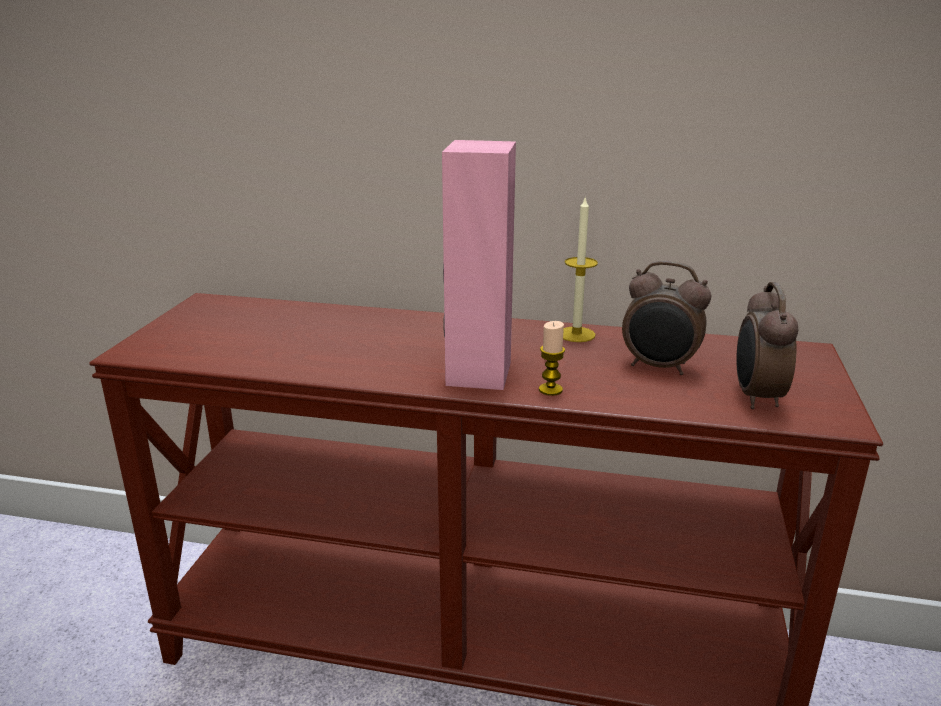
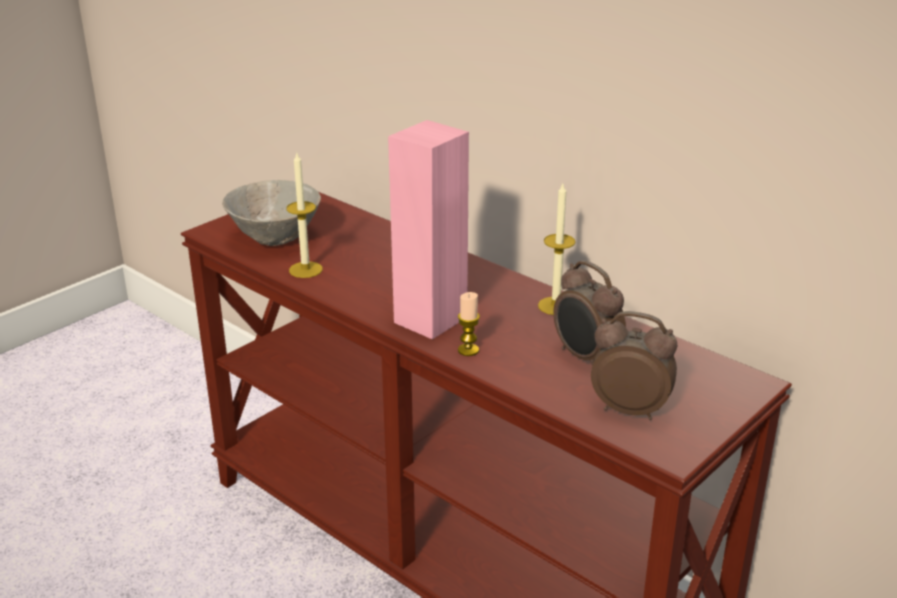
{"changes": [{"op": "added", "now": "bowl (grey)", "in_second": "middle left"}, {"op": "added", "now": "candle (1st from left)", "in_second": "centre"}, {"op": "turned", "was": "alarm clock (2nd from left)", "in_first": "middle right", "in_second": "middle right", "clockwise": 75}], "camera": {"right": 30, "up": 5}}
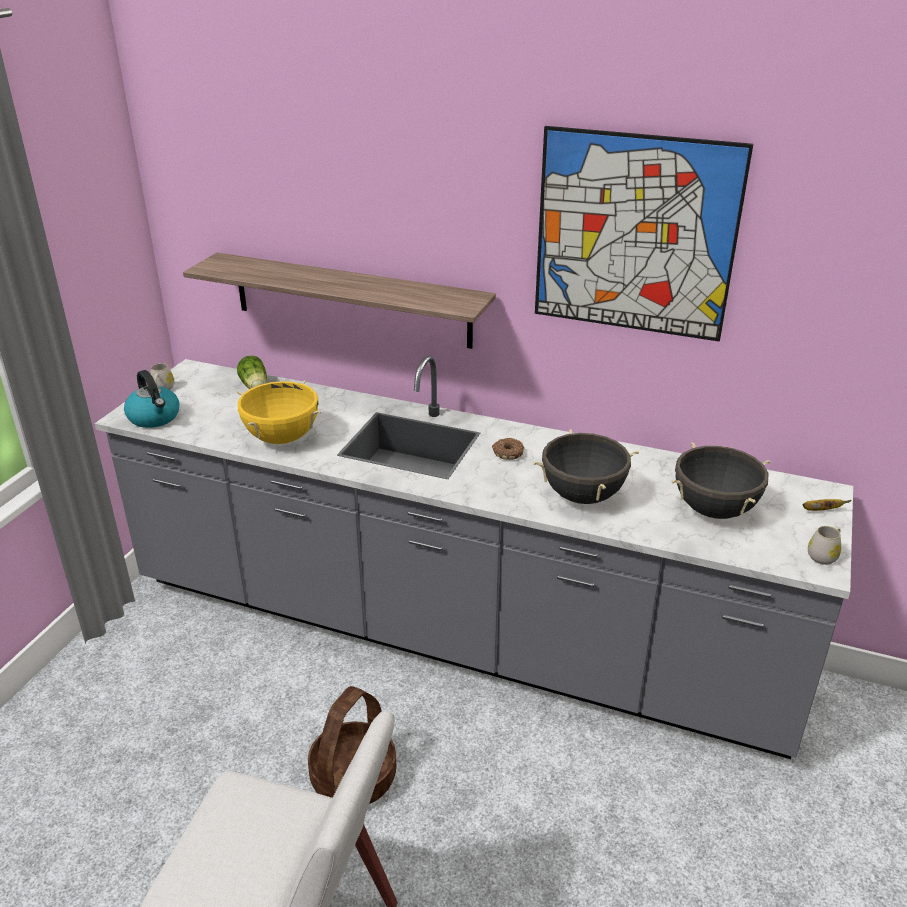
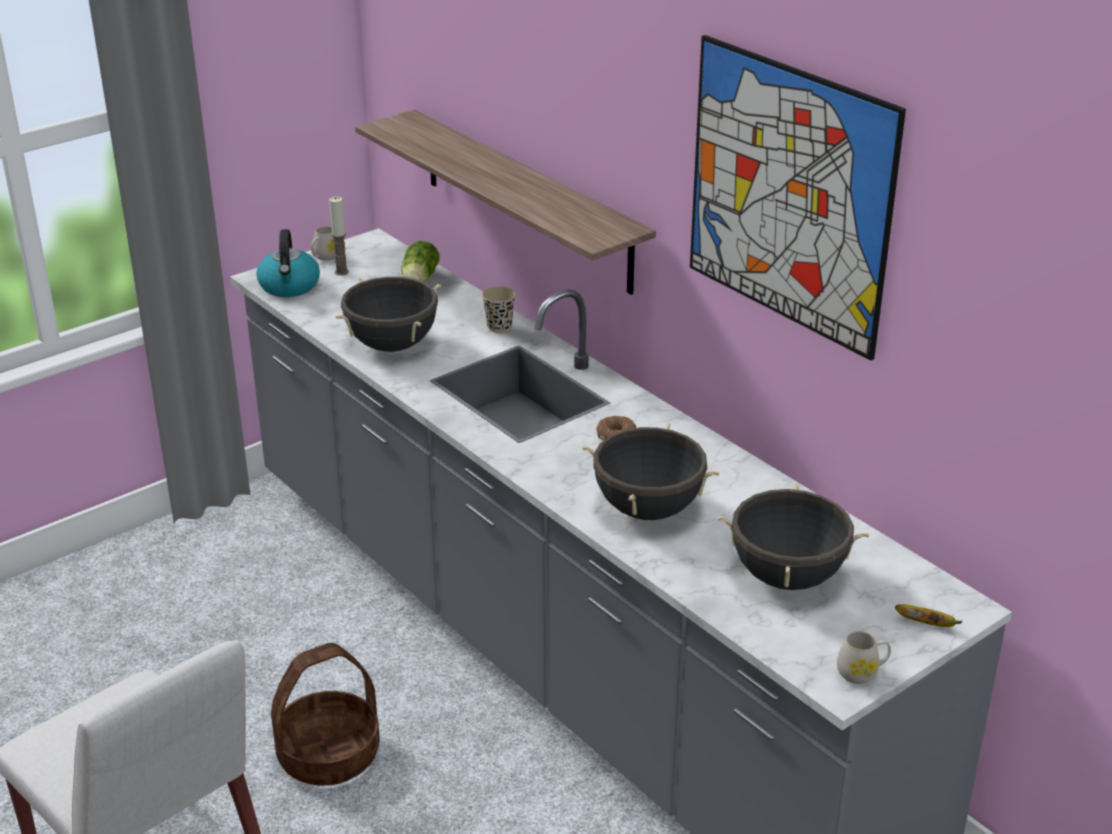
{"changes": [{"op": "added", "now": "candle", "in_second": "top left"}, {"op": "added", "now": "cup (beige)", "in_second": "centre"}, {"op": "recoloured", "was": "cooking pot (yellow)", "now": "cooking pot (black) (1st from left)", "in_first": "middle left", "in_second": "centre"}], "camera": {"right": 30, "up": 0}}
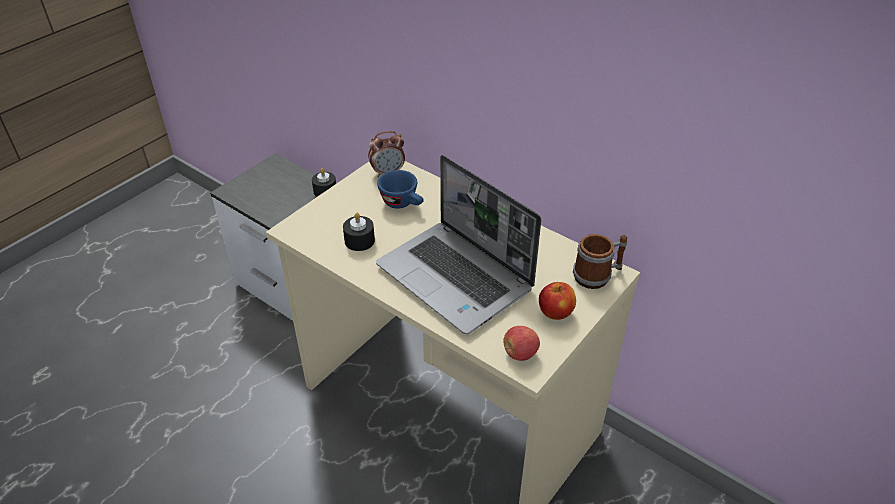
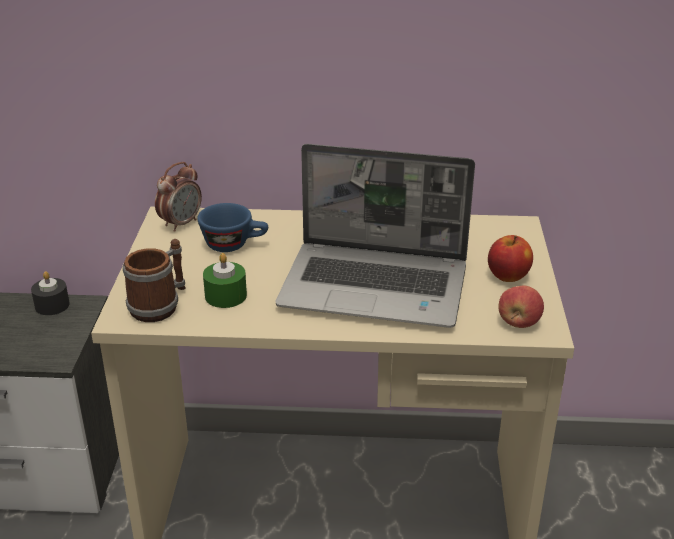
{"changes": [{"op": "moved", "was": "mug", "in_first": "middle right", "in_second": "middle left"}, {"op": "recoloured", "was": "candle (black) (2nd from left)", "now": "candle (green)", "in_first": "centre", "in_second": "centre"}], "camera": {"right": -35, "up": -10}}
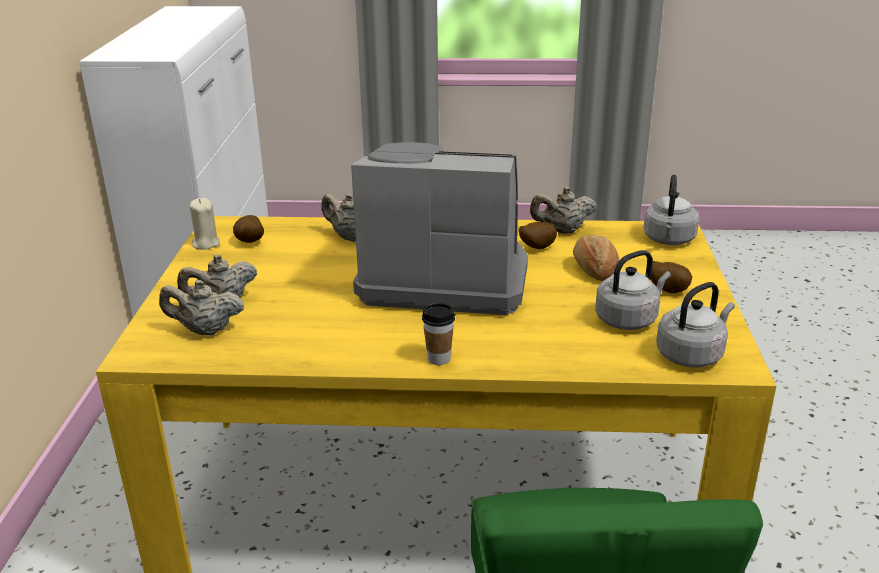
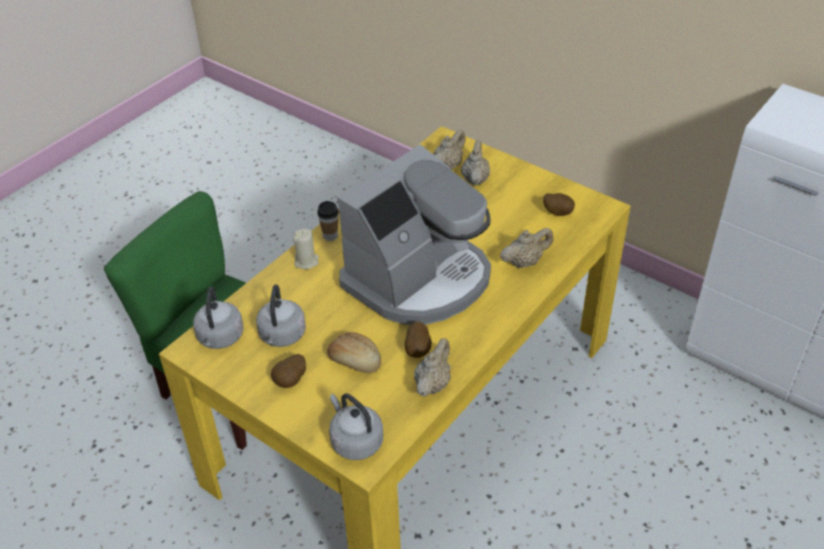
{"changes": [{"op": "moved", "was": "candle (beige)", "in_first": "middle left", "in_second": "centre"}], "camera": {"right": 125, "up": 15}}
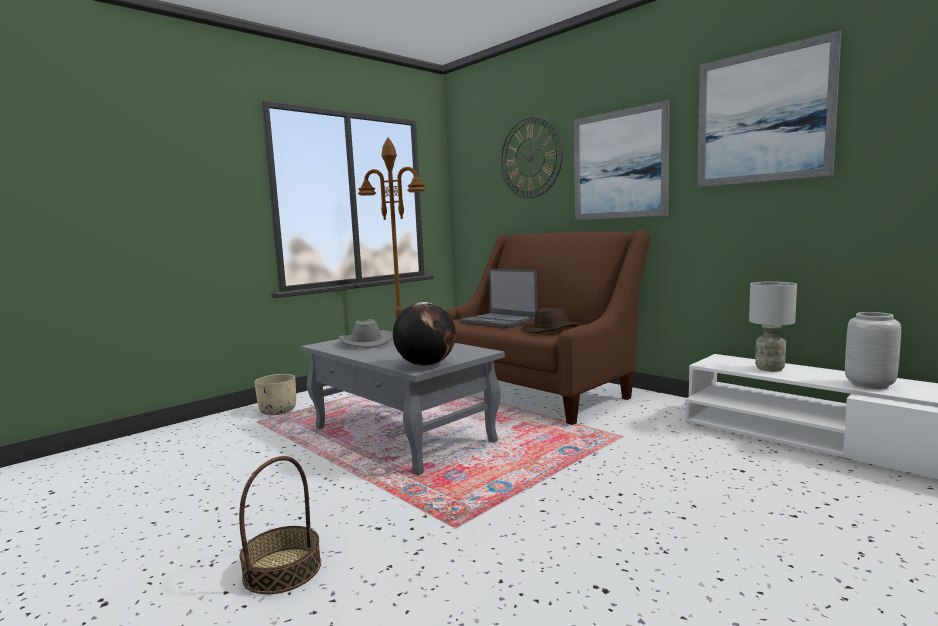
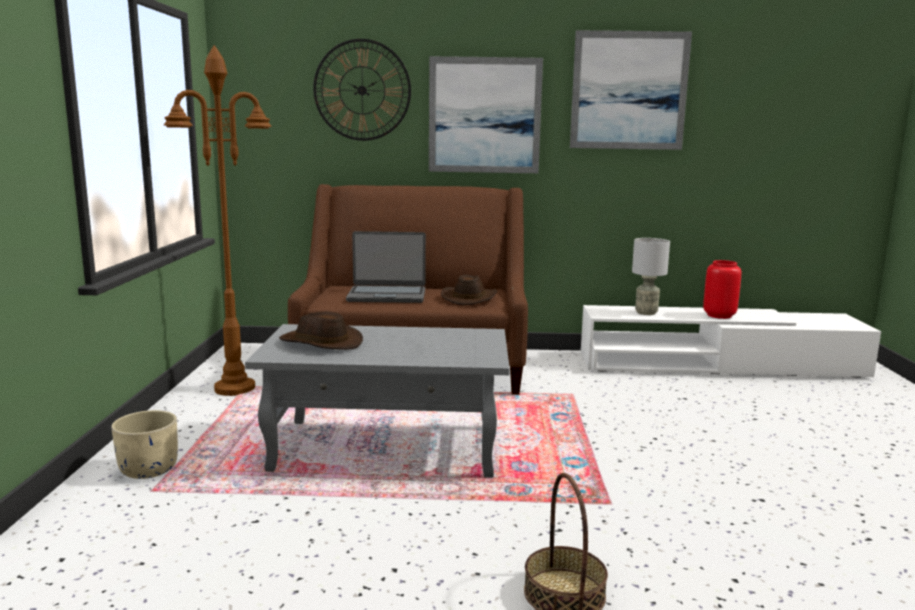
{"changes": [{"op": "removed", "was": "globe", "in_first": "centre"}, {"op": "recoloured", "was": "hat (grey)", "now": "hat (brown) (1st from left)", "in_first": "centre", "in_second": "centre"}, {"op": "recoloured", "was": "vase (grey)", "now": "vase (red)", "in_first": "middle right", "in_second": "middle right"}], "camera": {"right": -45, "up": 5}}
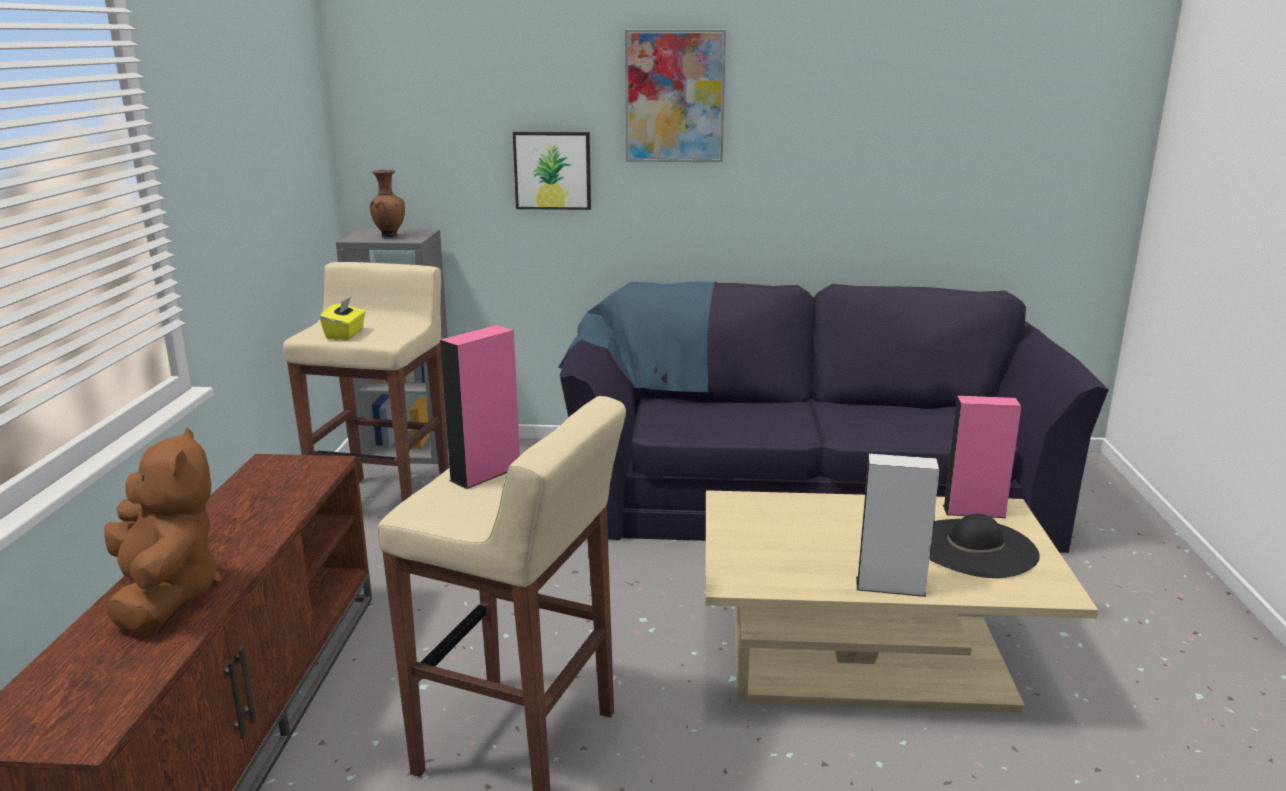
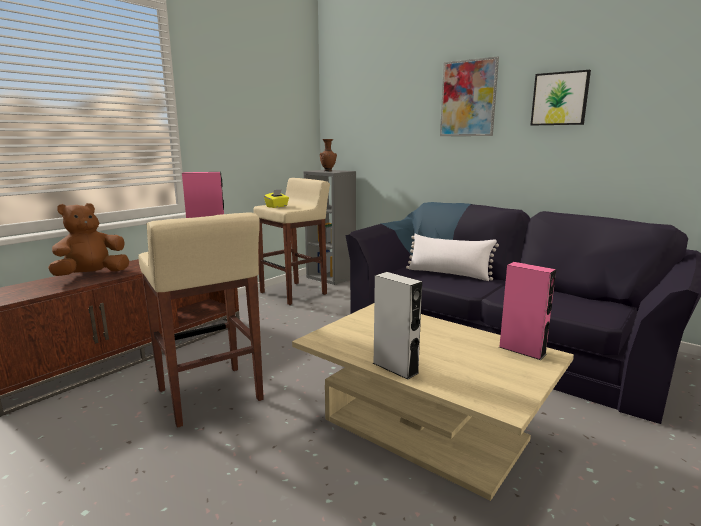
{"changes": [{"op": "removed", "was": "hat (black)", "in_first": "bottom right"}, {"op": "added", "now": "pillow (white)", "in_second": "centre"}, {"op": "moved", "was": "picture (1st from left in the first image)", "now": "picture (2nd from left)", "in_first": "top centre", "in_second": "top right"}, {"op": "turned", "was": "plush toy (brown)", "in_first": "bottom left", "in_second": "middle left", "clockwise": -150}], "camera": {"right": 35, "up": -5}}
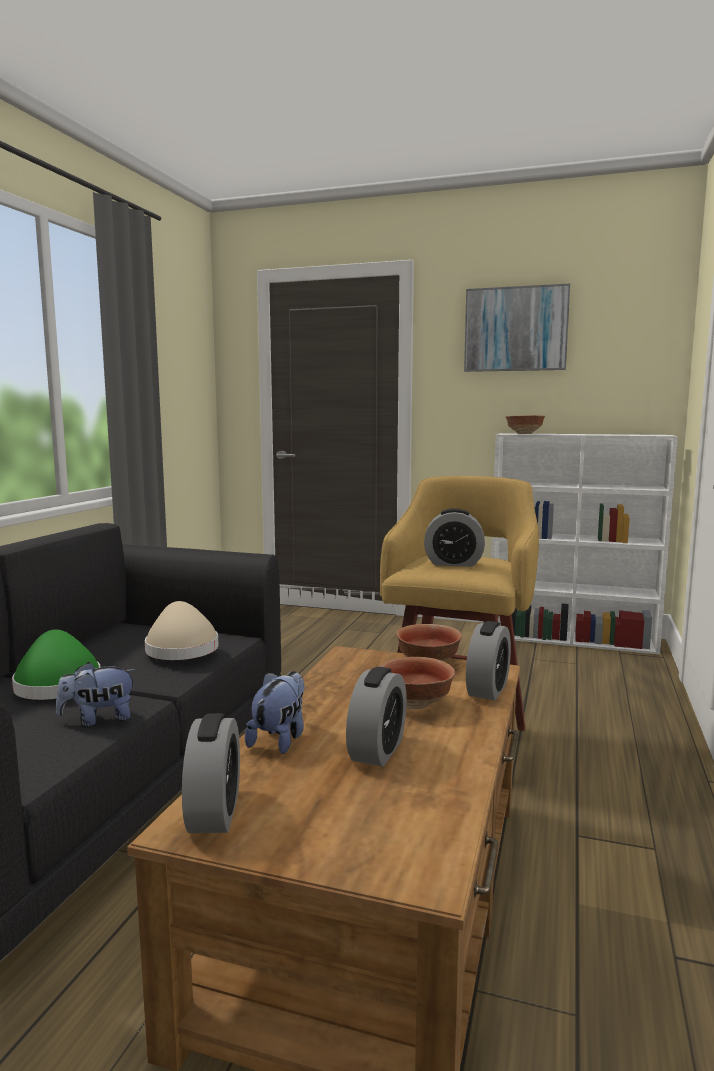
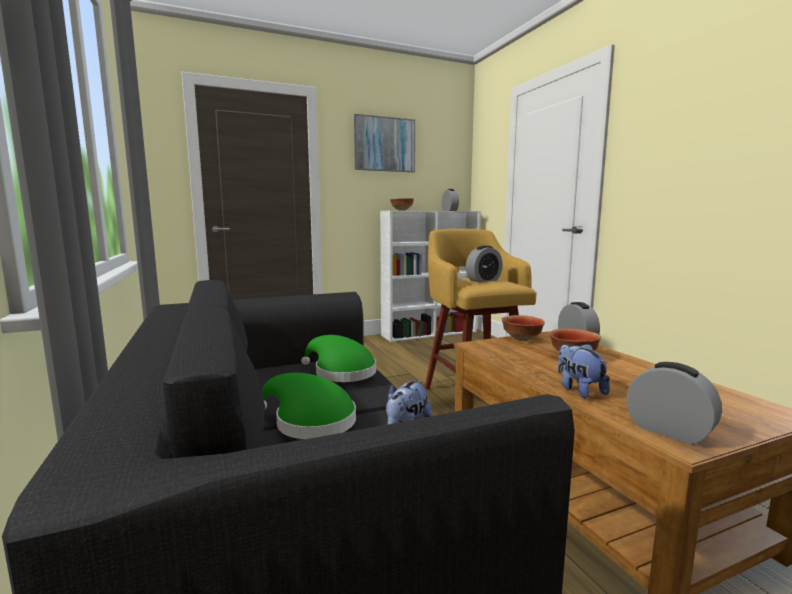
{"changes": [{"op": "moved", "was": "alarm clock (2nd from left in the first image)", "now": "alarm clock (1st from left)", "in_first": "bottom centre", "in_second": "centre"}, {"op": "recoloured", "was": "hat (beige)", "now": "hat (green) (2nd from left)", "in_first": "middle left", "in_second": "centre"}], "camera": {"right": -40, "up": 0}}
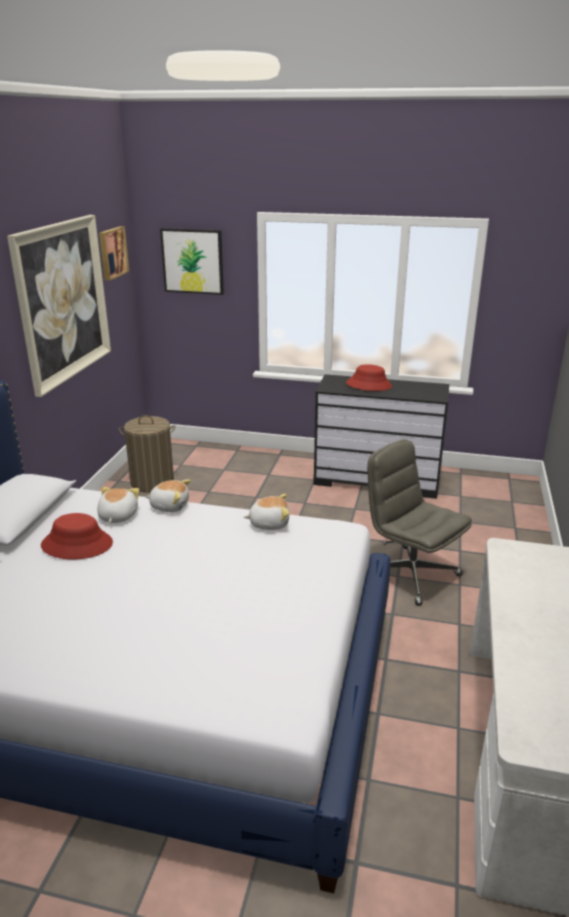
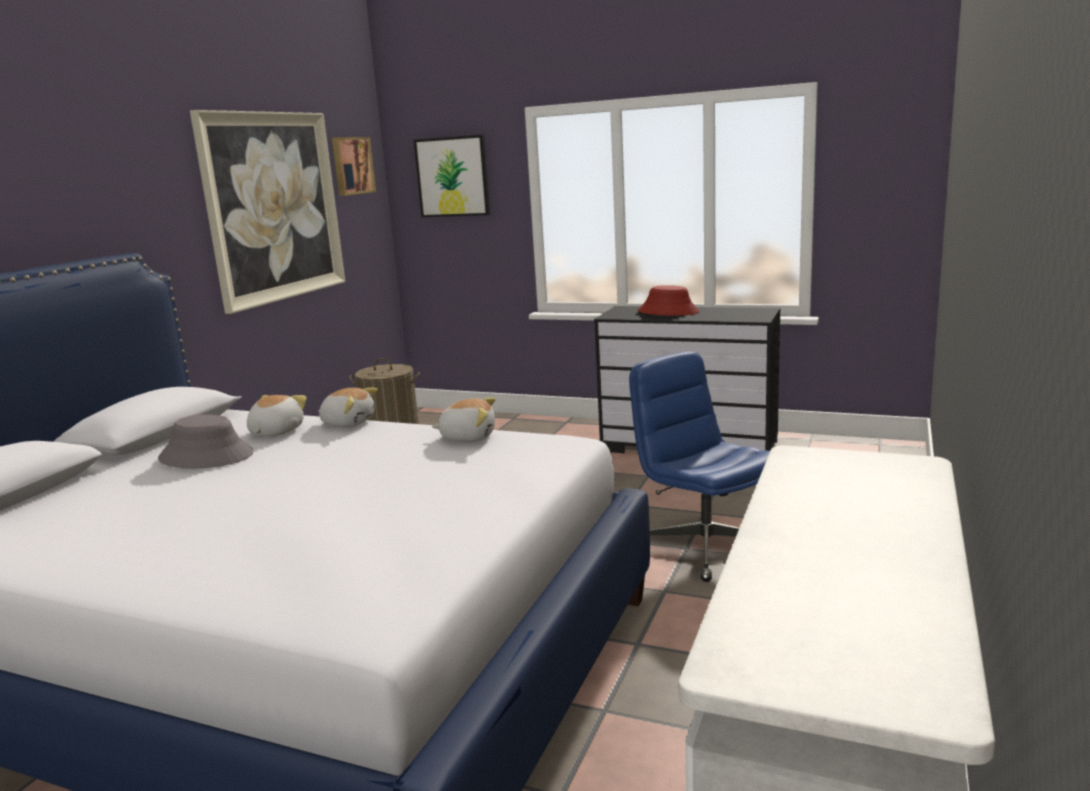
{"changes": [{"op": "recoloured", "was": "hat (red) (1st from left)", "now": "hat (grey)", "in_first": "middle left", "in_second": "middle left"}, {"op": "recoloured", "was": "office chair (grey)", "now": "office chair (blue)", "in_first": "middle right", "in_second": "centre"}], "camera": {"right": 10, "up": -10}}
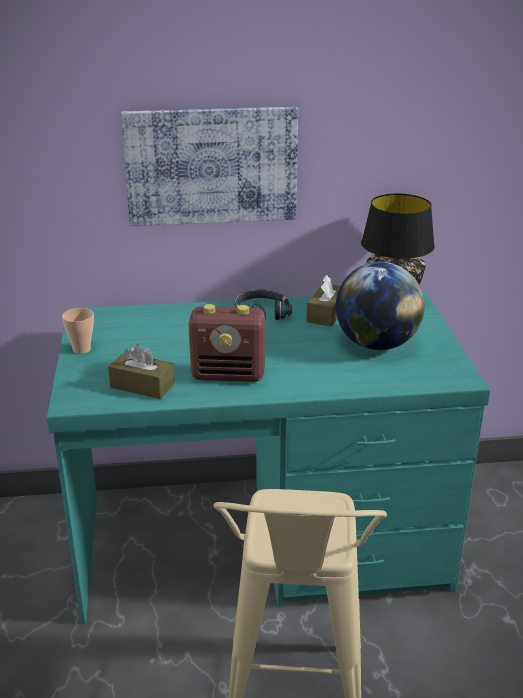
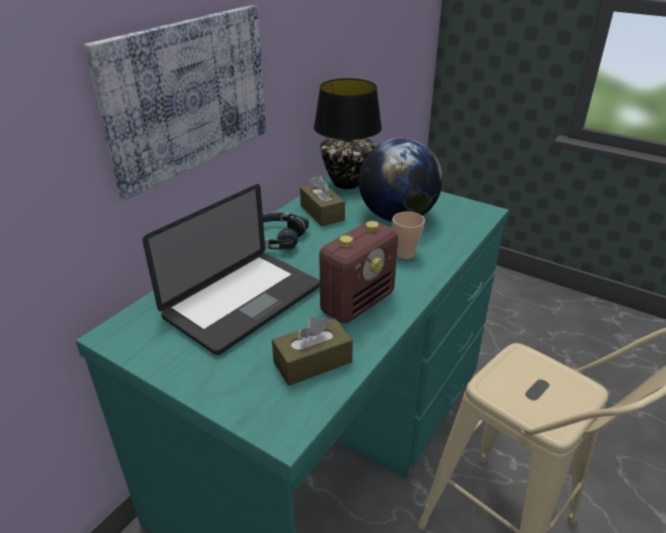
{"changes": [{"op": "added", "now": "laptop", "in_second": "centre"}, {"op": "moved", "was": "cup", "in_first": "middle left", "in_second": "centre"}], "camera": {"right": -50, "up": 5}}
